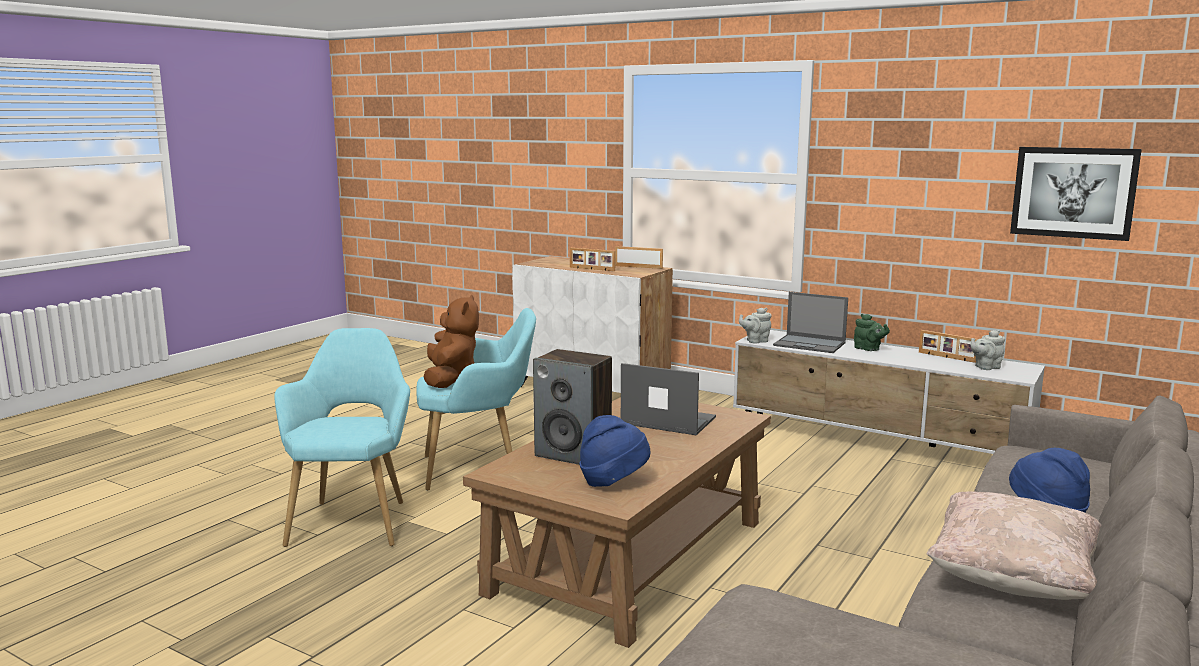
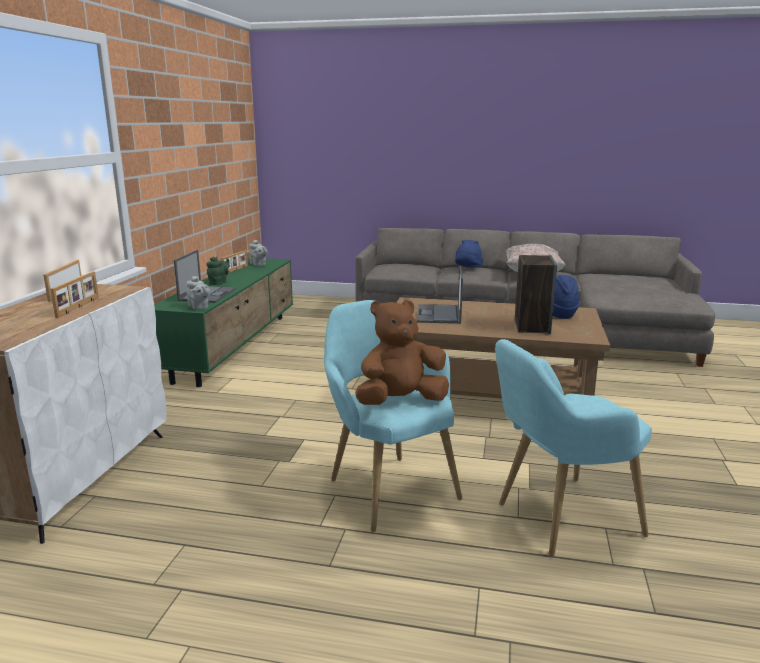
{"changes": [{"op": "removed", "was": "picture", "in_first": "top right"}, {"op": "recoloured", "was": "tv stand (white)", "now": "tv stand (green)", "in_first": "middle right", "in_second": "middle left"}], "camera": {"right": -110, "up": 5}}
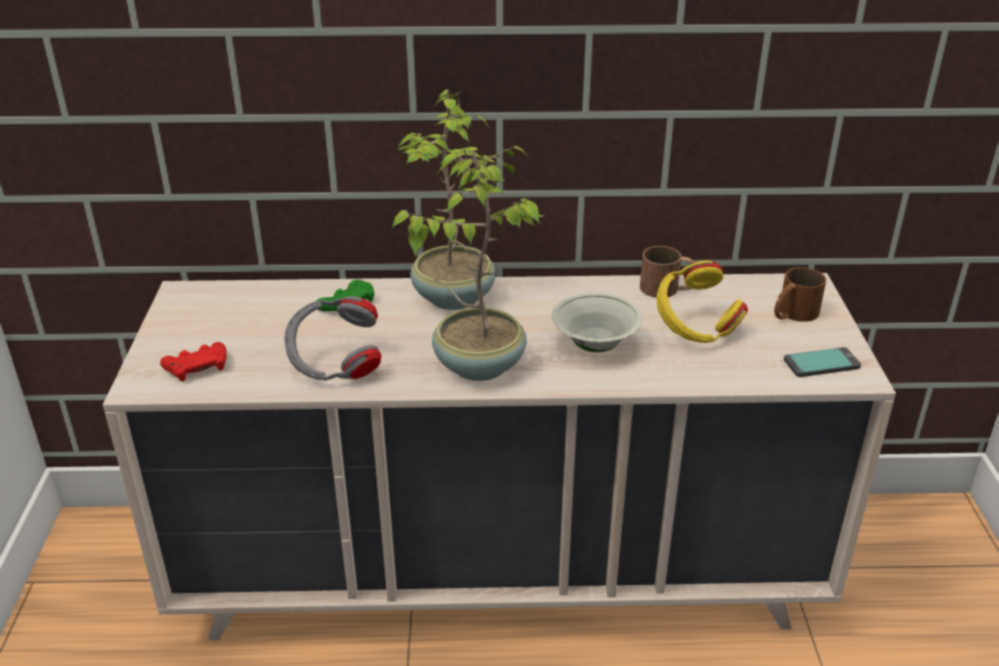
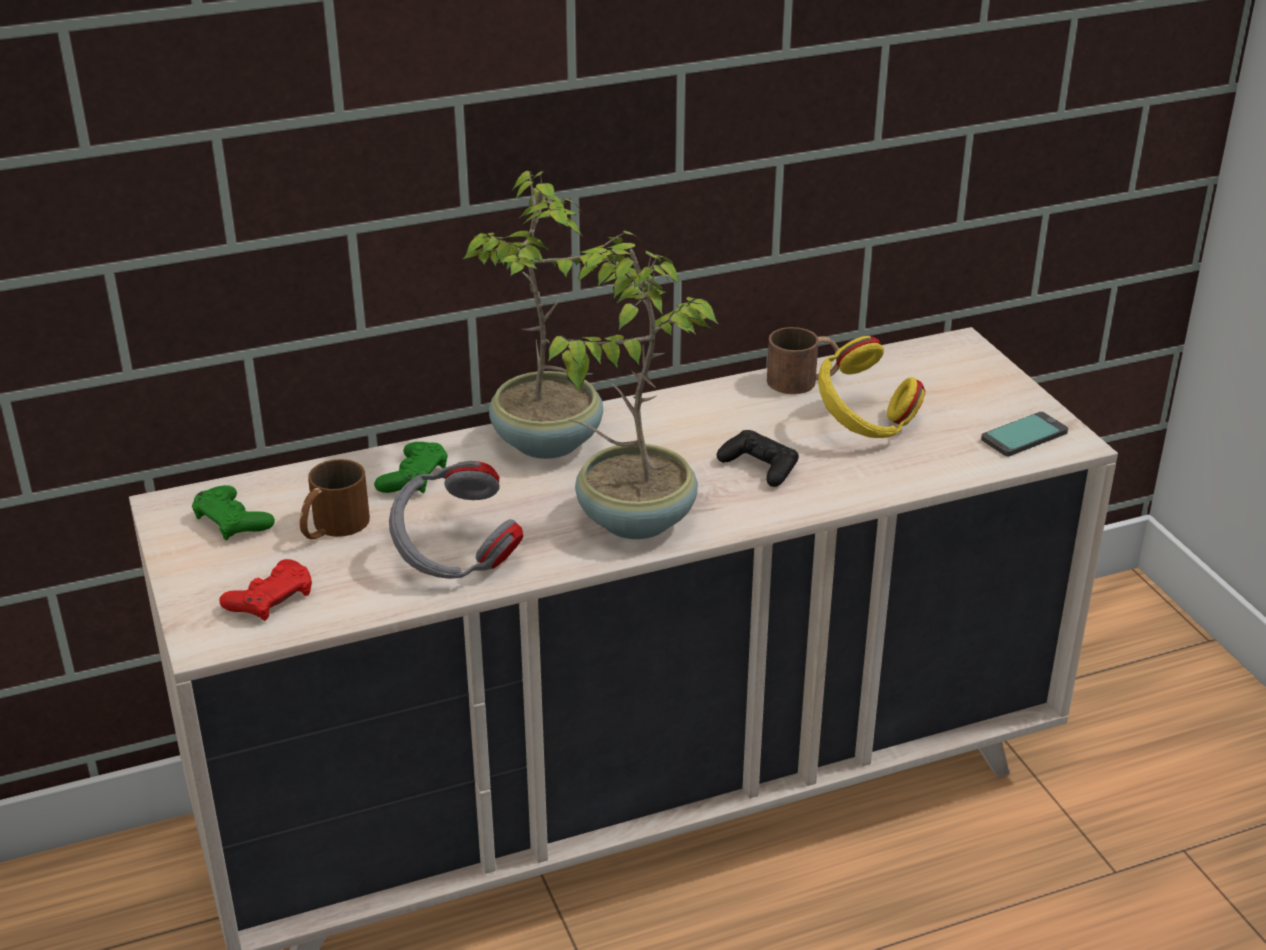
{"changes": [{"op": "added", "now": "game controller (green) (1st from left)", "in_second": "middle left"}, {"op": "moved", "was": "mug (brown) (2nd from left in the first image)", "now": "mug (brown) (1st from left)", "in_first": "middle right", "in_second": "middle left"}, {"op": "replaced", "was": "bowl (white)", "now": "game controller (black)", "in_first": "centre", "in_second": "centre"}], "camera": {"right": -20, "up": 0}}
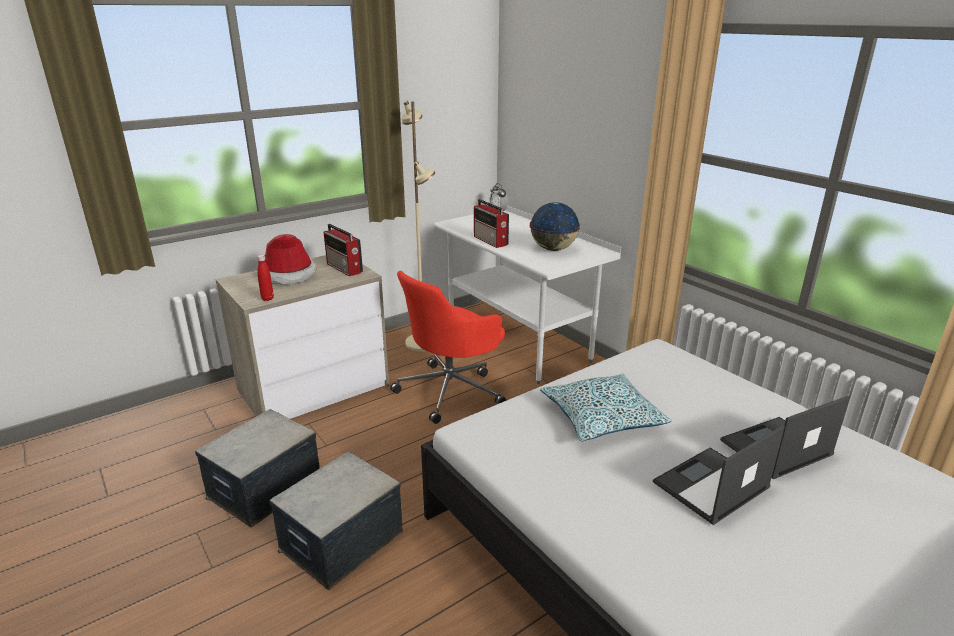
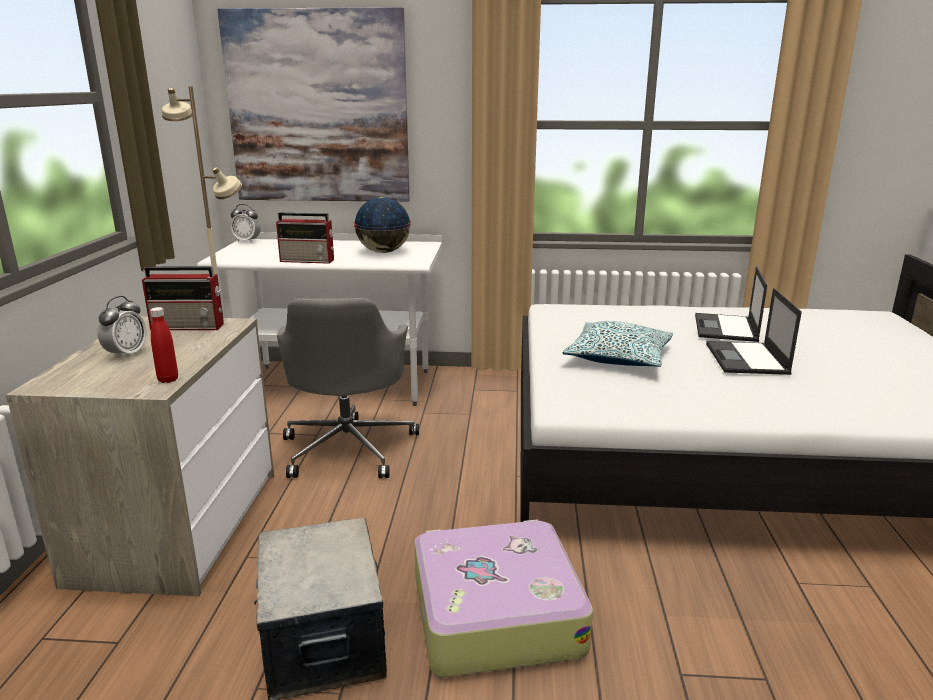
{"changes": [{"op": "added", "now": "picture", "in_second": "top centre"}, {"op": "replaced", "was": "hat", "now": "alarm clock (1st from left)", "in_first": "middle left", "in_second": "middle left"}, {"op": "replaced", "was": "storage box (2nd from left)", "now": "suitcase", "in_first": "bottom centre", "in_second": "bottom centre"}, {"op": "recoloured", "was": "office chair (red)", "now": "office chair (grey)", "in_first": "centre", "in_second": "centre"}], "camera": {"right": -50, "up": -5}}
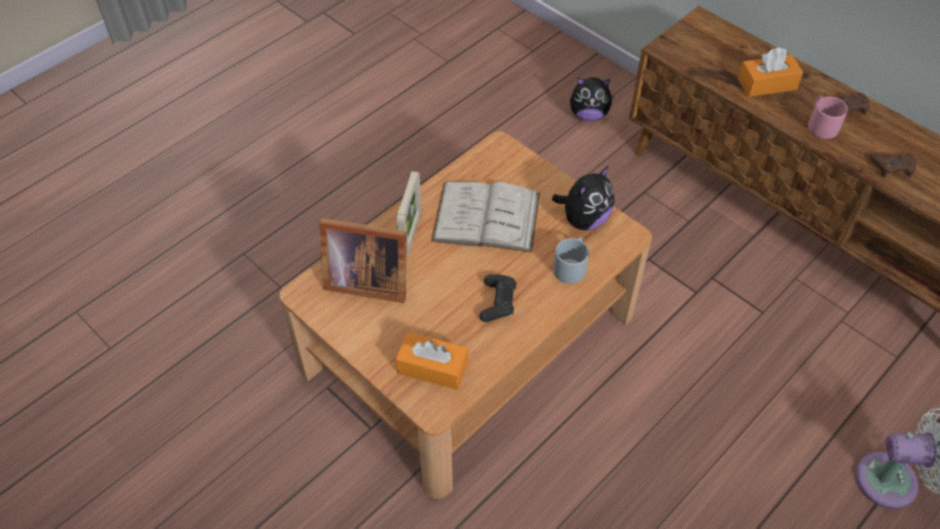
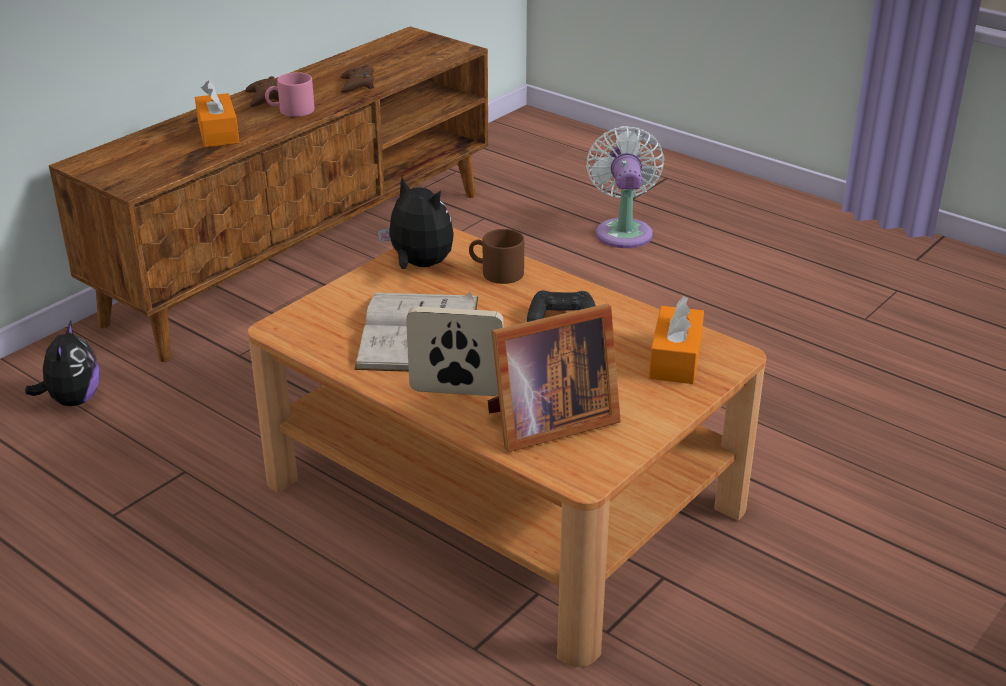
{"changes": [{"op": "recoloured", "was": "mug (grey)", "now": "mug (brown)", "in_first": "centre", "in_second": "centre"}, {"op": "turned", "was": "picture frame (1st from left in the first image)", "in_first": "centre", "in_second": "centre", "clockwise": 60}], "camera": {"right": -95, "up": -20}}
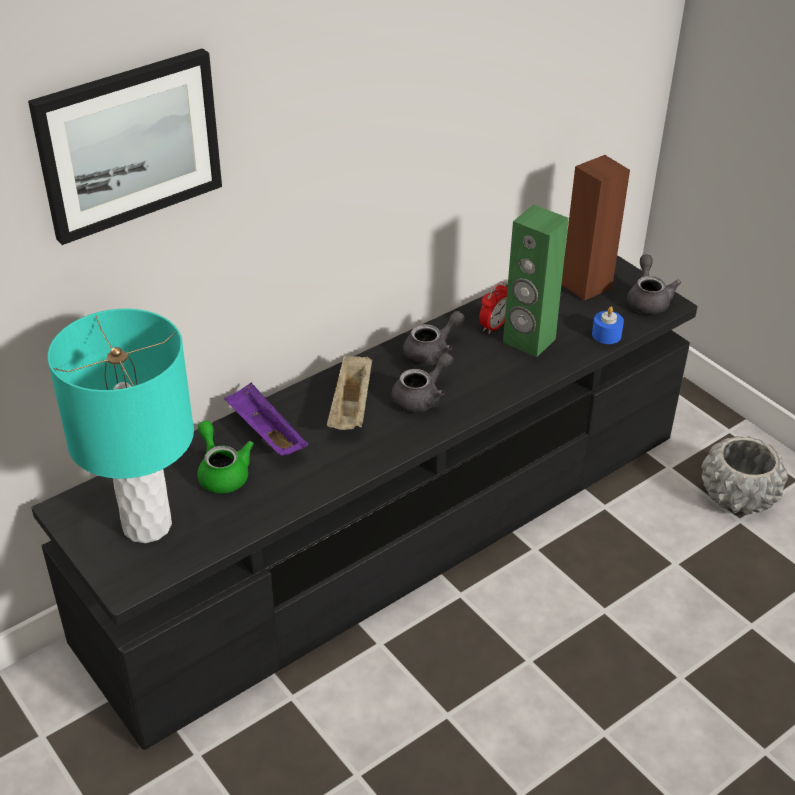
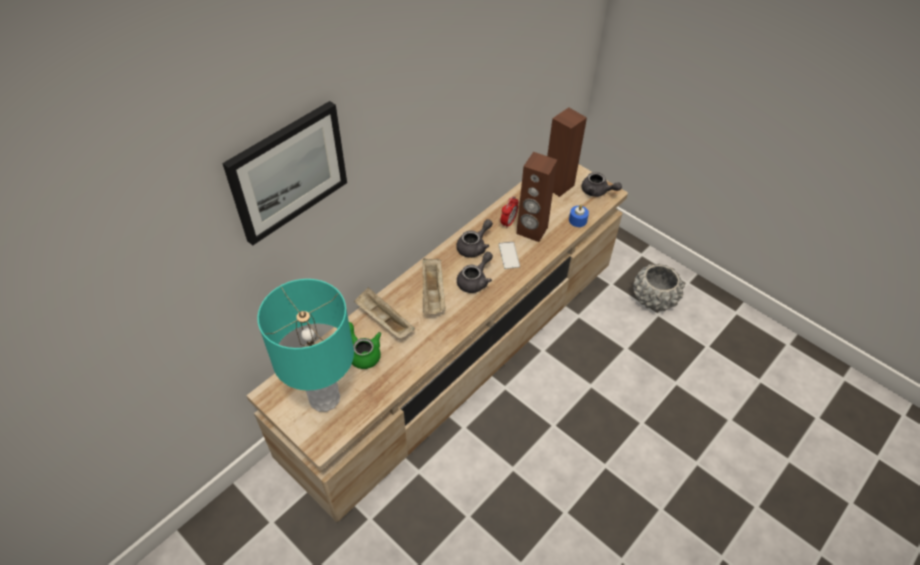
{"changes": [{"op": "added", "now": "phone", "in_second": "centre"}, {"op": "recoloured", "was": "tv stand (black)", "now": "tv stand (beige)", "in_first": "centre", "in_second": "centre"}, {"op": "recoloured", "was": "tray (purple)", "now": "tray (beige) (1st from left)", "in_first": "centre", "in_second": "centre"}, {"op": "recoloured", "was": "speaker (green)", "now": "speaker (brown) (1st from left)", "in_first": "middle right", "in_second": "centre"}, {"op": "turned", "was": "teapot (grey) (3rd from left)", "in_first": "middle right", "in_second": "top centre", "clockwise": 135}], "camera": {"right": -10, "up": 10}}
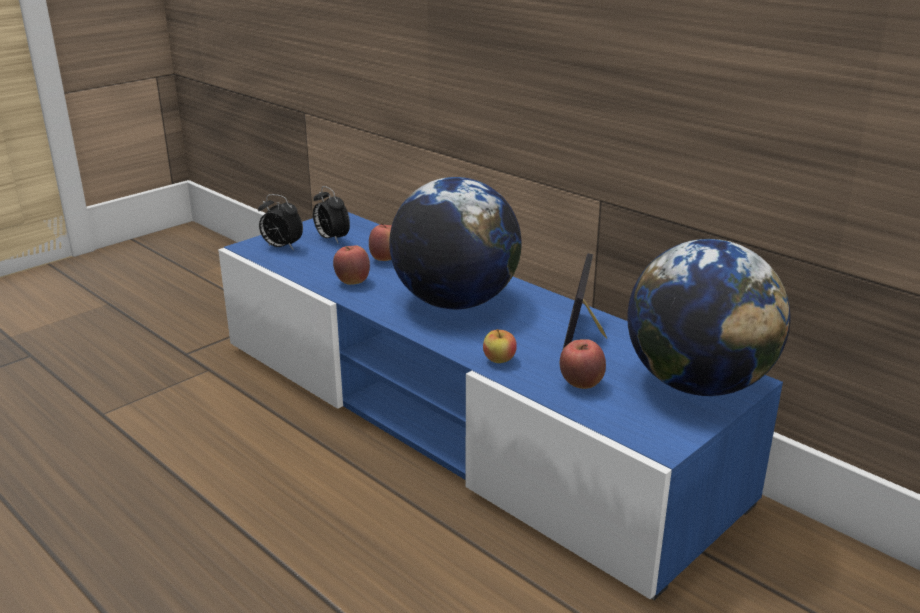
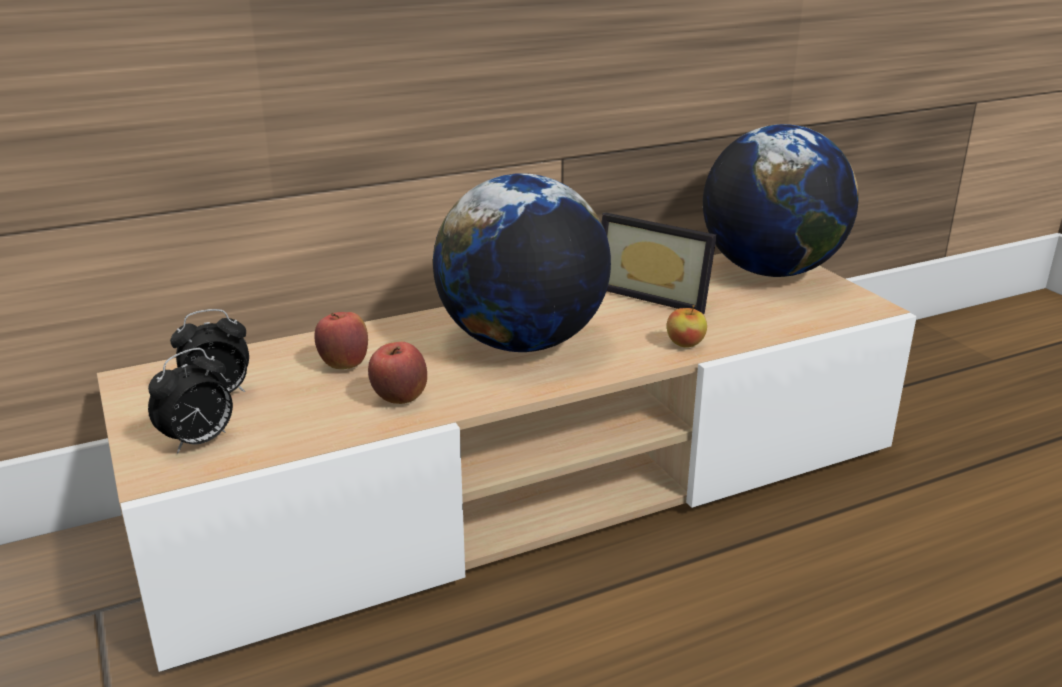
{"changes": [{"op": "removed", "was": "apple (4th from left)", "in_first": "centre"}, {"op": "recoloured", "was": "tv stand (blue)", "now": "tv stand (beige)", "in_first": "centre", "in_second": "bottom centre"}], "camera": {"right": -70, "up": 0}}
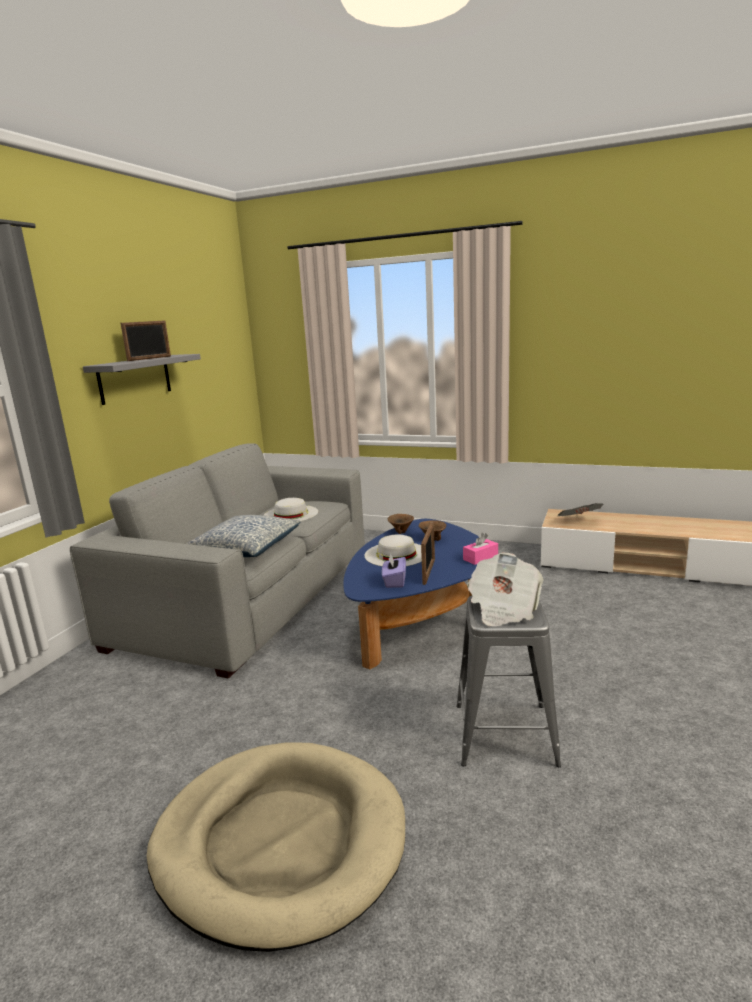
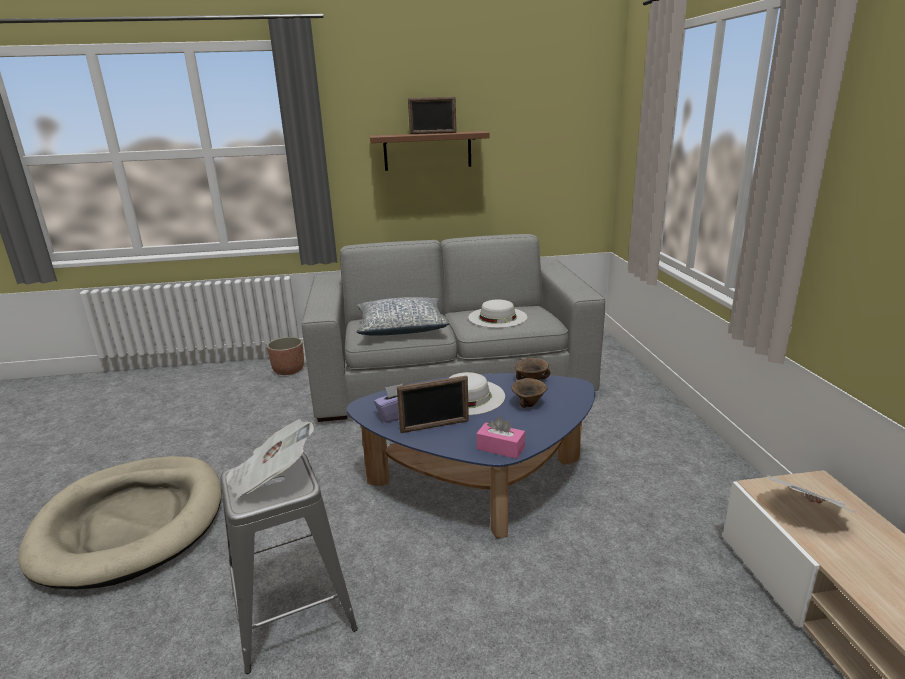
{"changes": [{"op": "added", "now": "planter", "in_second": "middle left"}, {"op": "recoloured", "was": "shelf (grey)", "now": "shelf (brown)", "in_first": "middle left", "in_second": "top centre"}], "camera": {"right": 60, "up": 5}}
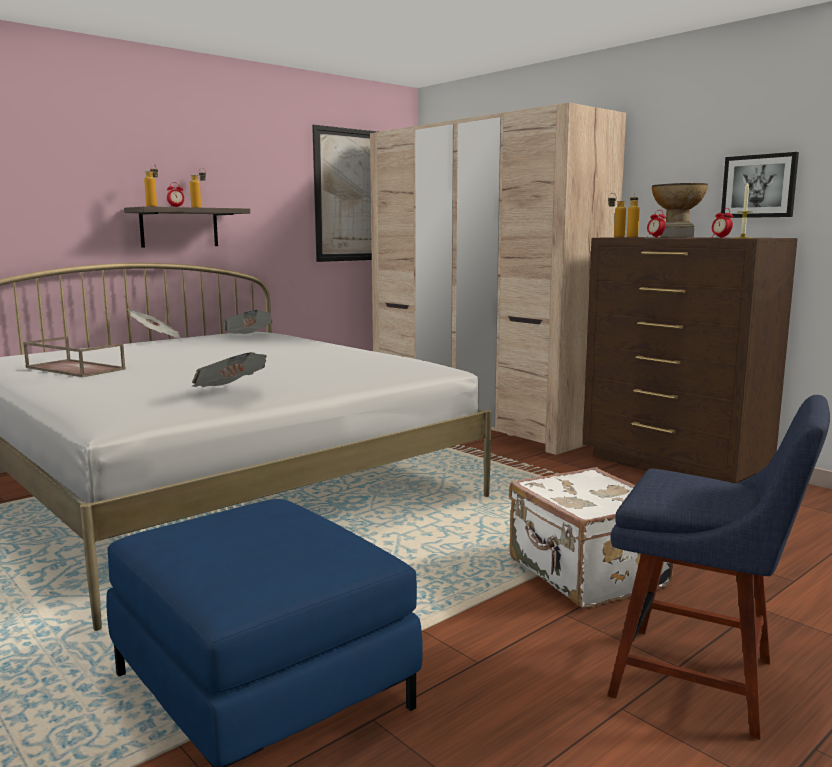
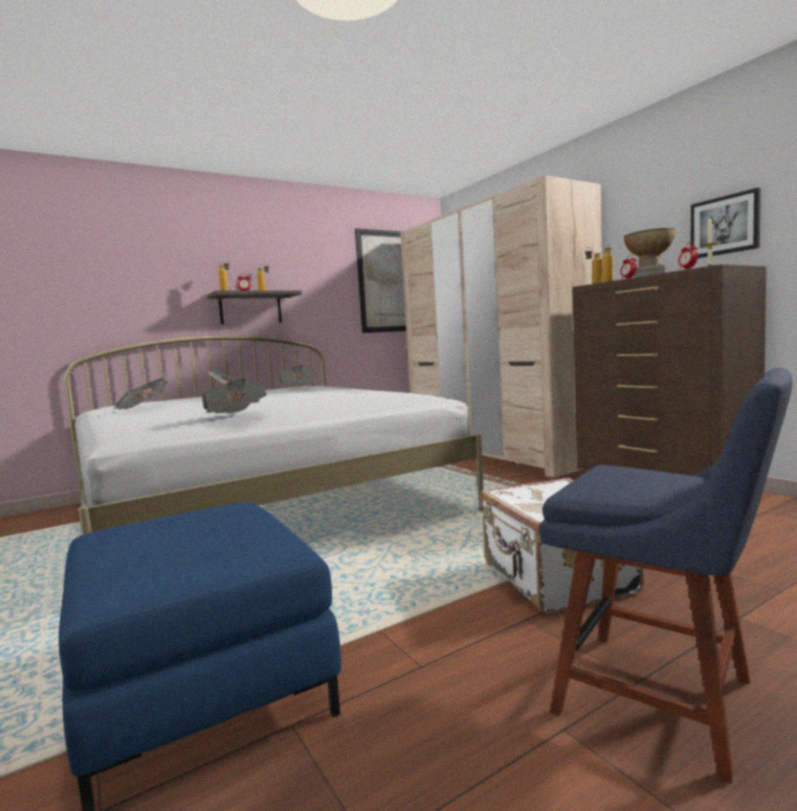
{"changes": [{"op": "replaced", "was": "tray (brown)", "now": "newspaper (1st from left)", "in_first": "middle left", "in_second": "middle left"}], "camera": {"right": 10, "up": -5}}
